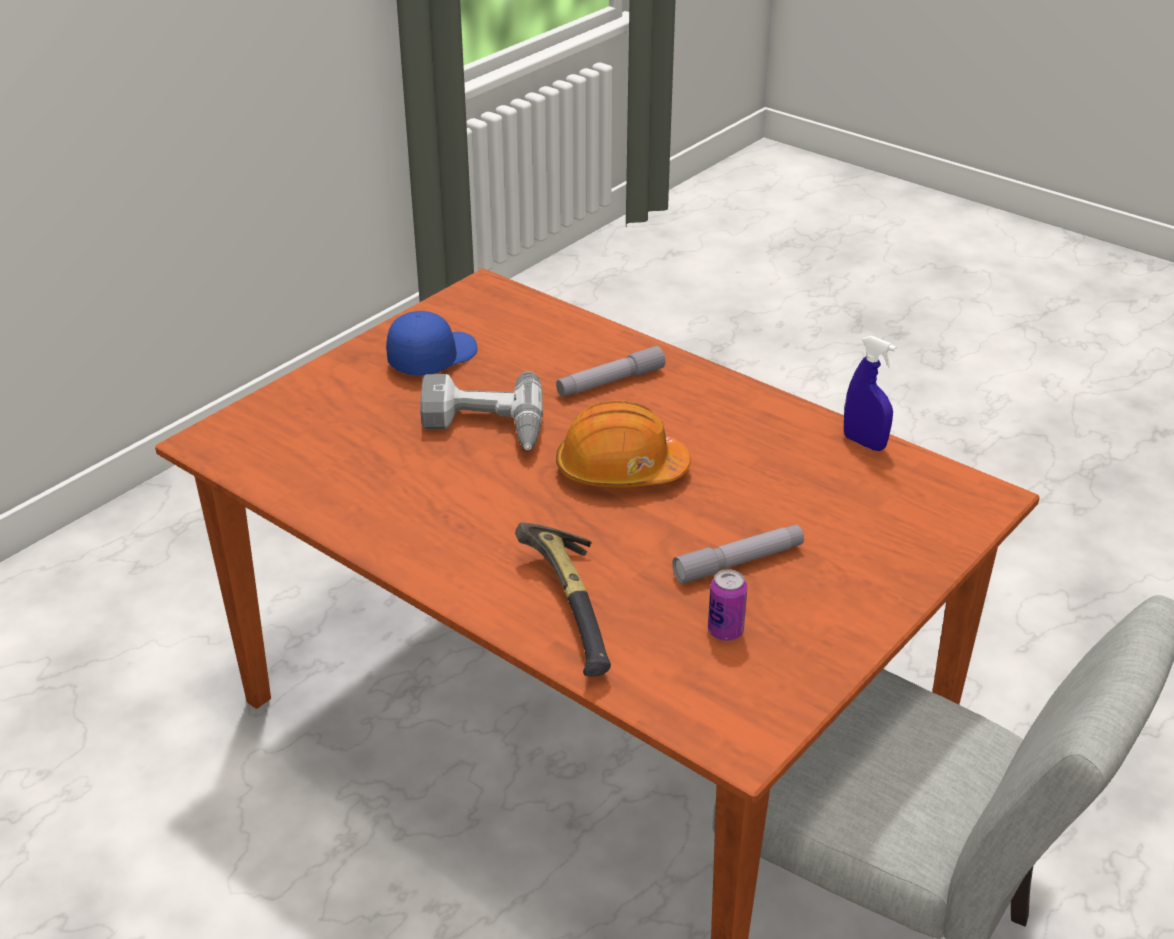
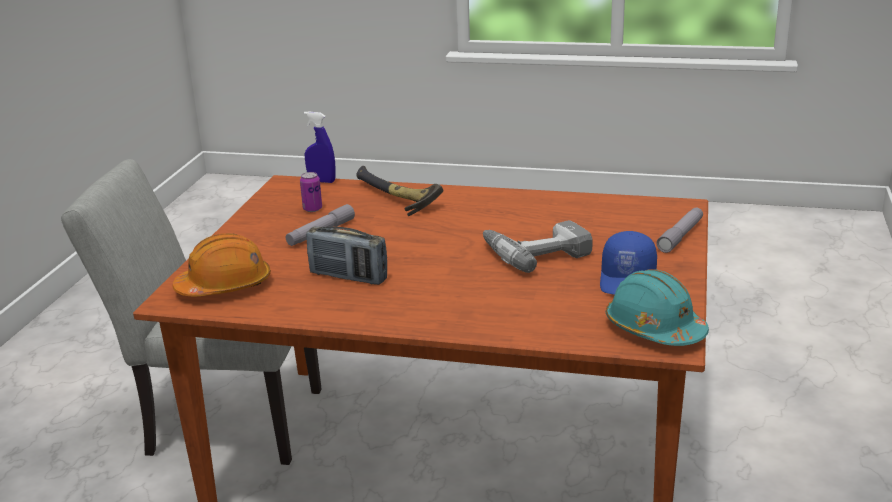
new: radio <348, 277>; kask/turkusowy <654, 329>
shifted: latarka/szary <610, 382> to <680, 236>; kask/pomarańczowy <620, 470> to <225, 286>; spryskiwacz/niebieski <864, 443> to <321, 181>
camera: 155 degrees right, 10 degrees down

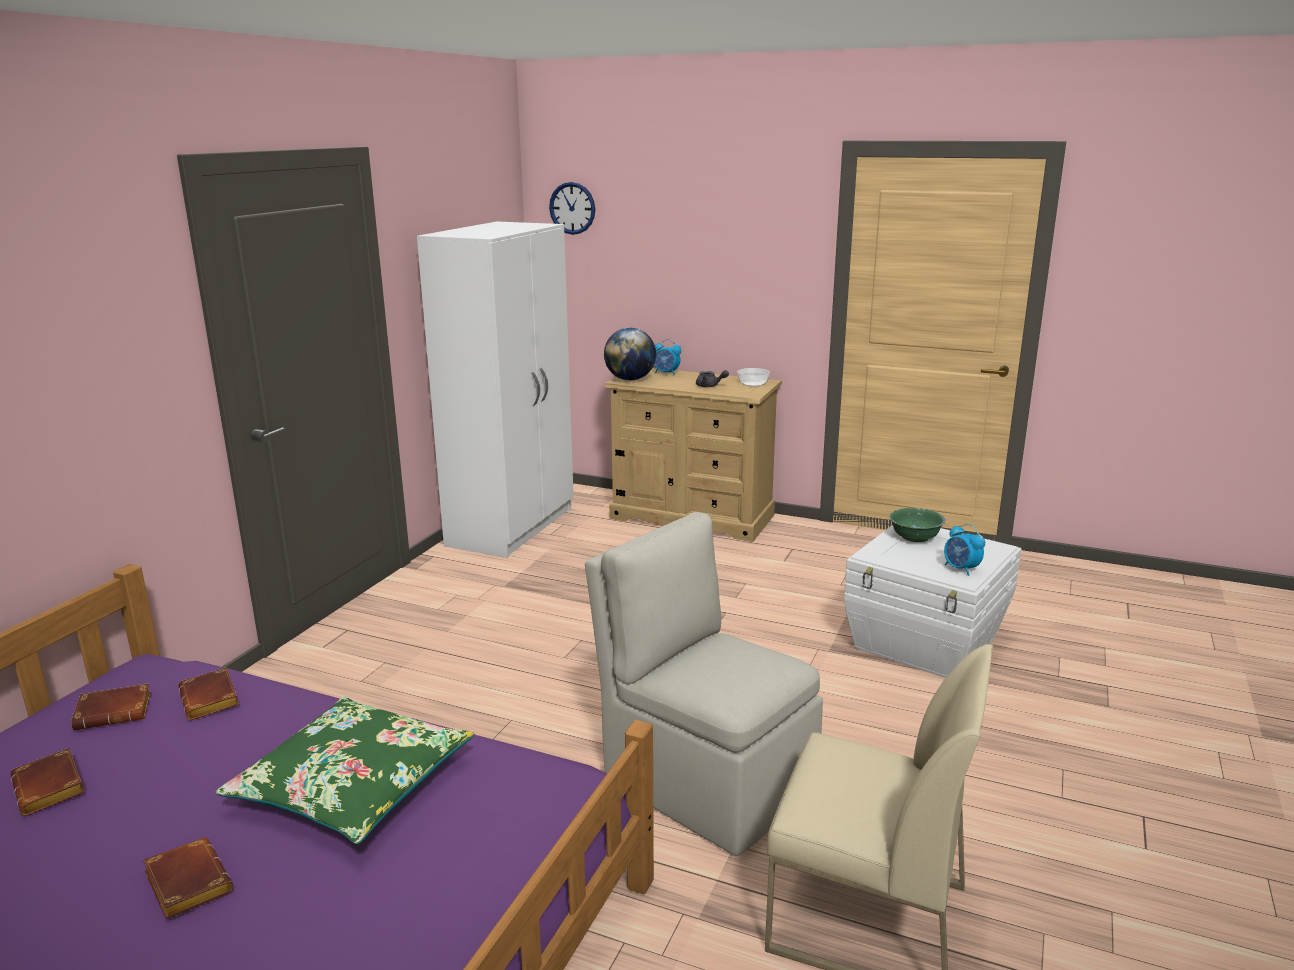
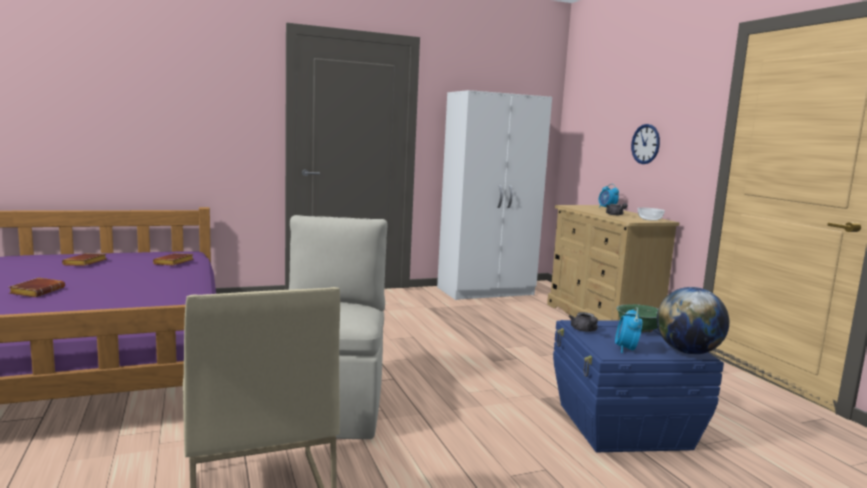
gone: książka/brązowy <116, 712>; poduszka/zielony <353, 785>
new: imbryk/szary <584, 330>
shifted: zegar ścienny <572, 208> to <645, 144>; globus <630, 379> to <688, 352>
repainted: pojemnik do przechowywania/biały <926, 643> to pojemnik do przechowywania/niebieski <622, 426>
camera: 45 degrees right, 10 degrees down

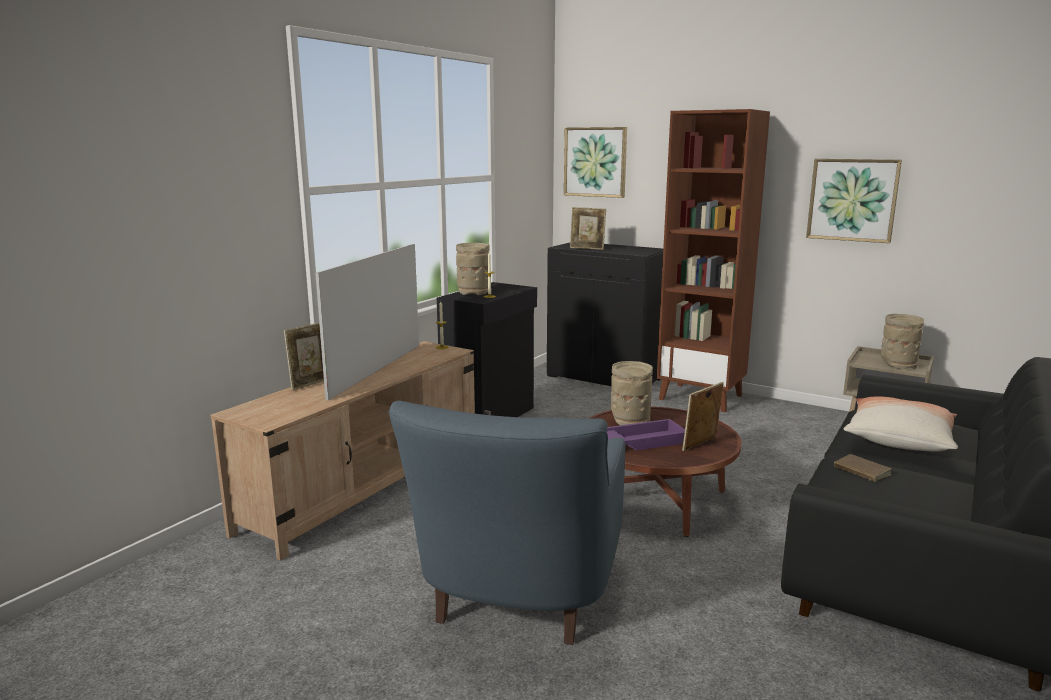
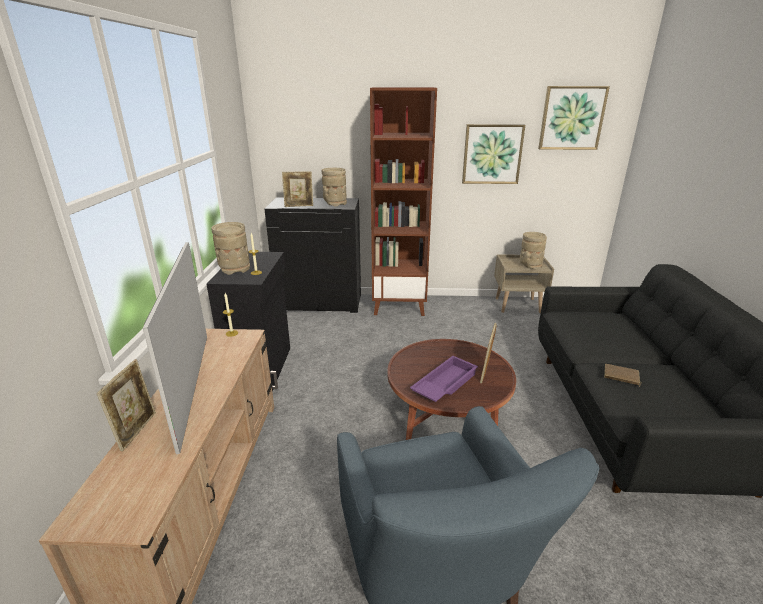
gone: poduszka <899, 439>
shifted: obraz <595, 162> to <571, 118>; wazon/beżowy <630, 420> to <335, 203>
camera: 30 degrees left, 10 degrees up

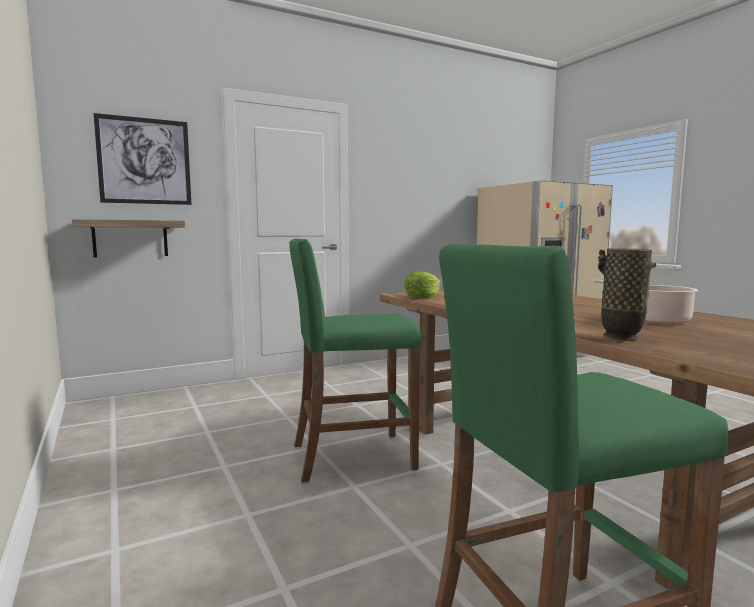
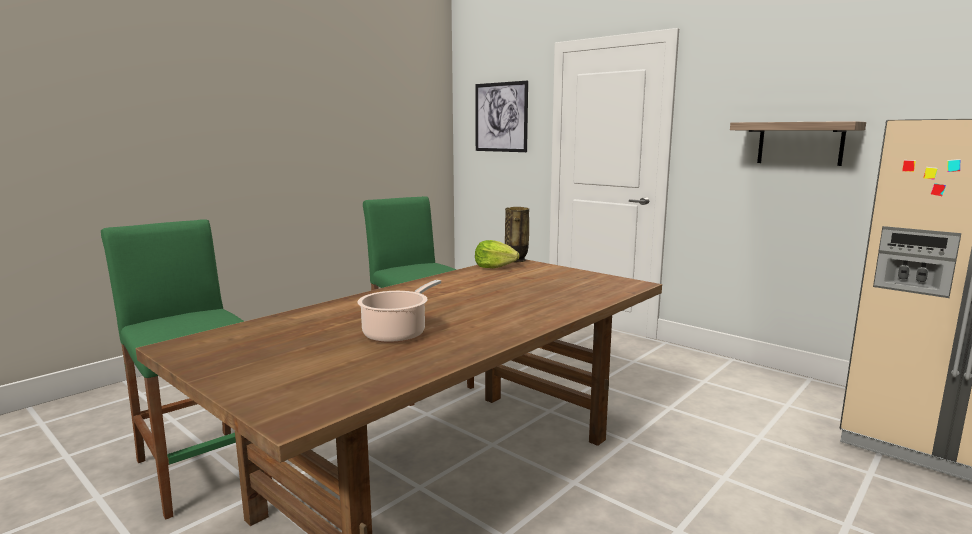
shifted: półka <130, 238> to <800, 143>; wazon <620, 338> to <516, 260>
camera: 70 degrees right, 5 degrees up

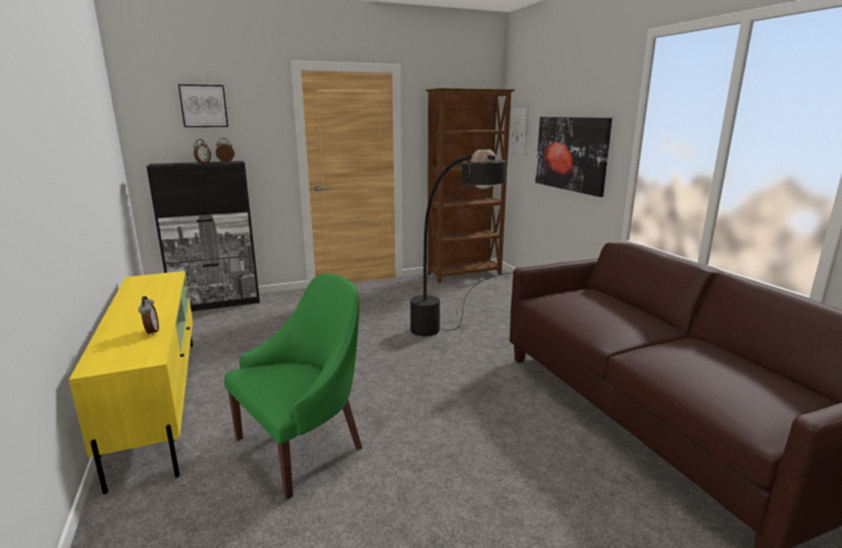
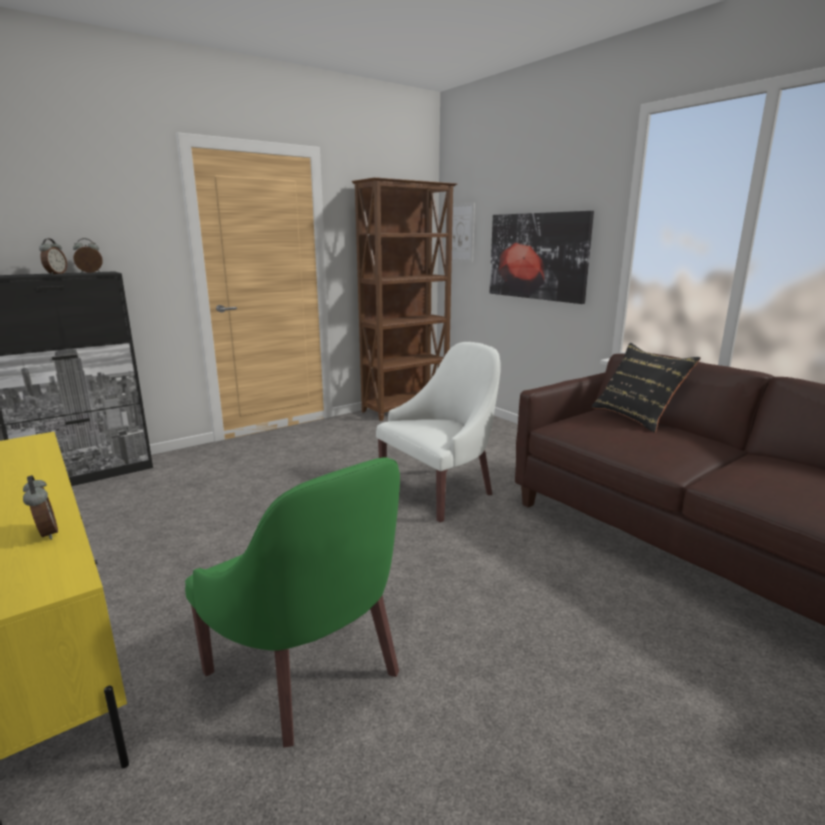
gone: obraz <204, 106>
new: poduszka/czarny <637, 417>
swapped: lampa stojąca/czarny <455, 342> to fotel/biały <440, 490>
rotated: fotel/zielony <303, 445> = <311, 669> 105 degrees clockwise
camera: 15 degrees left, 0 degrees up

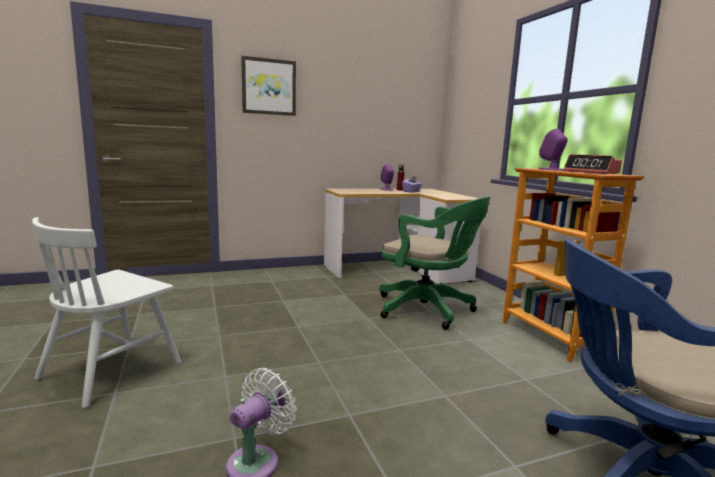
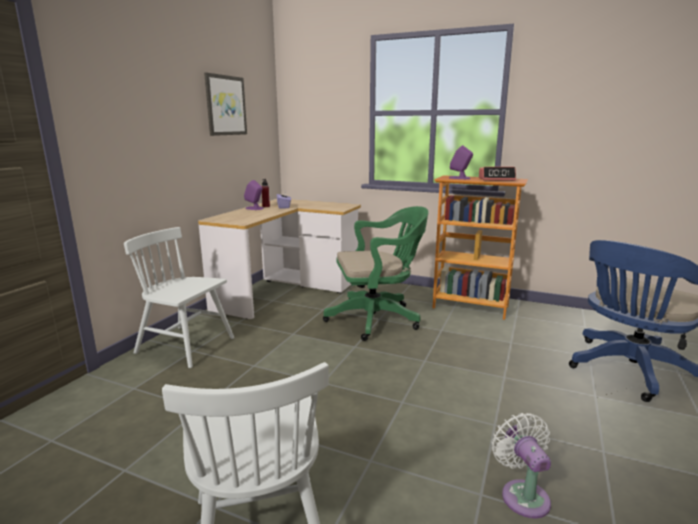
new: krzesło/biały <185, 345>
shifted: obraz <269, 87> to <225, 105>
camera: 45 degrees left, 5 degrees up

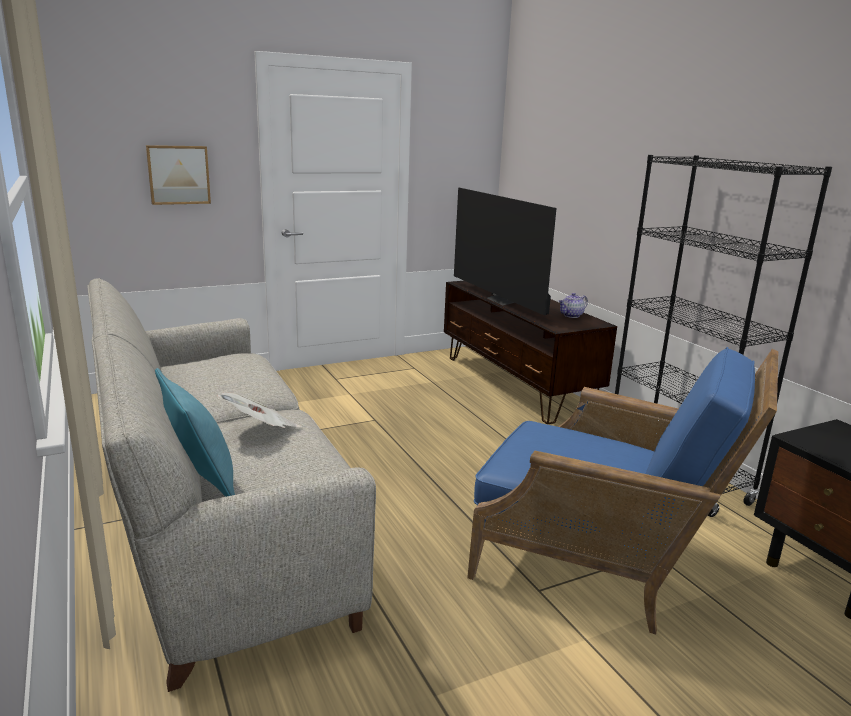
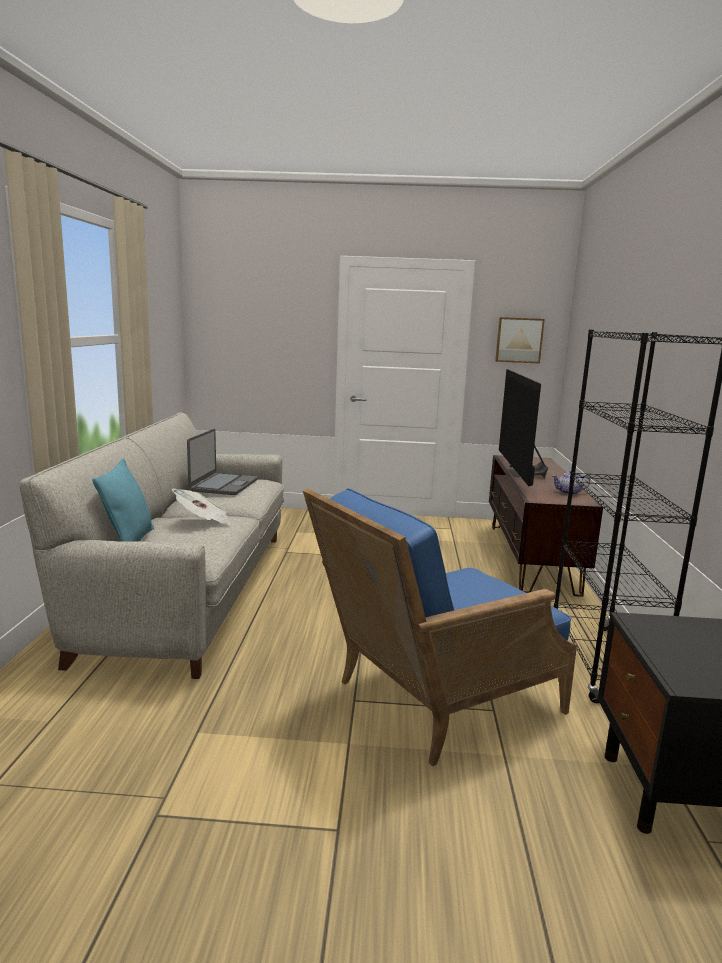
new: laptop <223, 485>
shifted: obraz <178, 174> to <519, 340>
rotated: fotel/niebieski <601, 563> = <433, 700> 90 degrees clockwise
camera: 30 degrees right, 5 degrees down

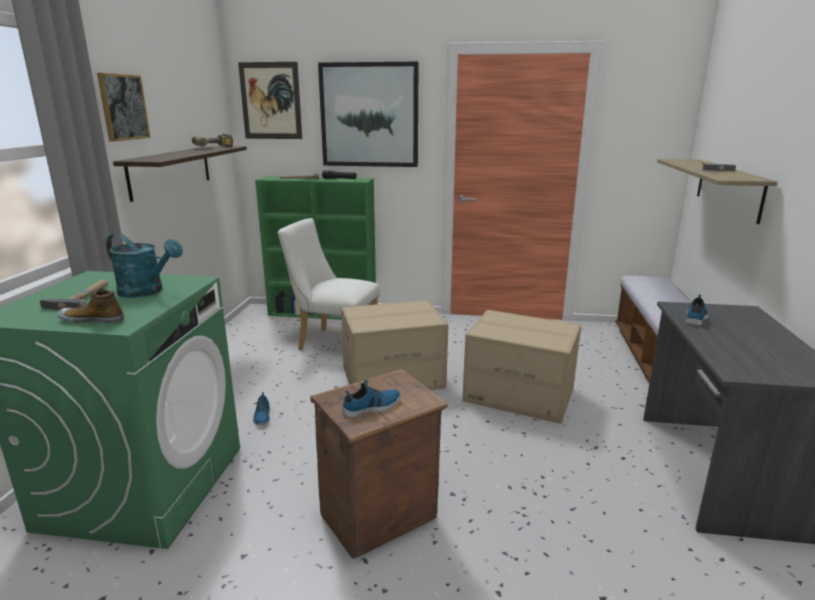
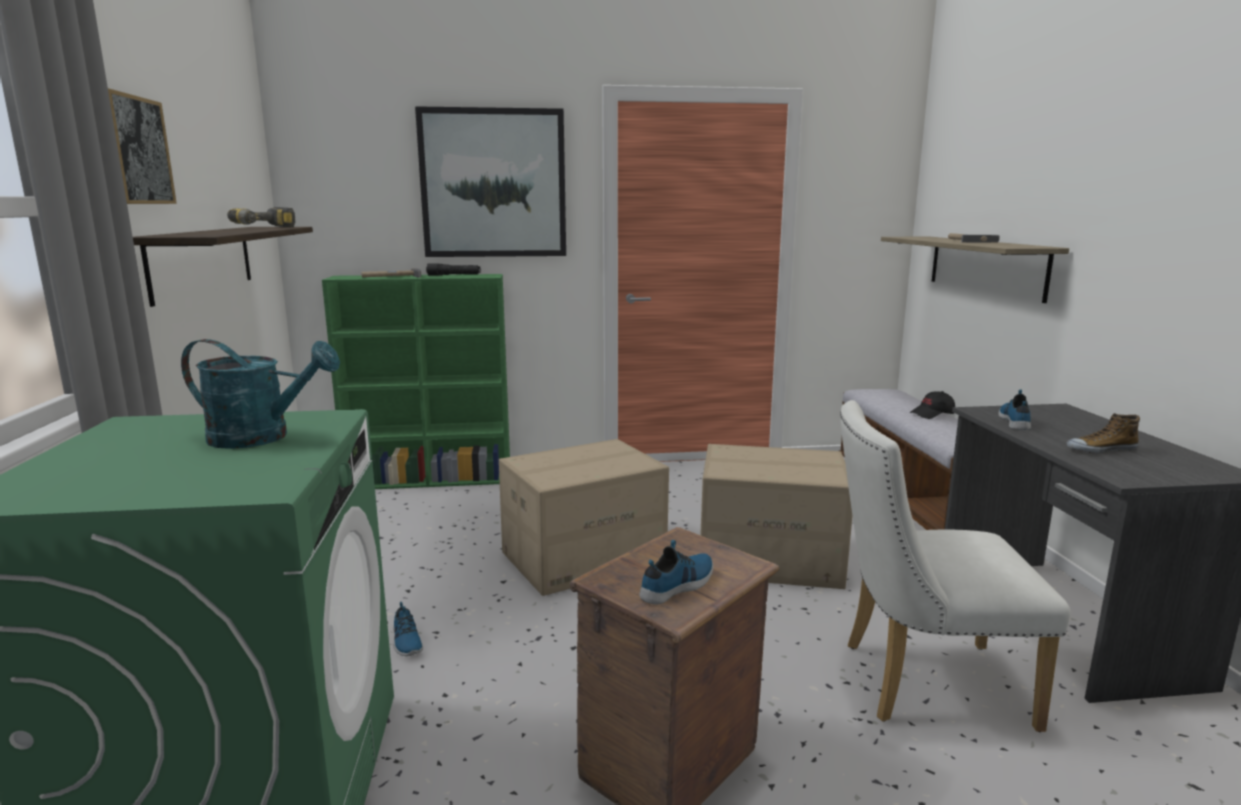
gone: młotek <82, 297>; obraz <271, 101>
new: czapka z daszkiem/czarny <932, 414>
shifted: but <92, 320> to <1100, 449>; krzesło/biały <333, 342> to <920, 683>
camera: 15 degrees left, 5 degrees down

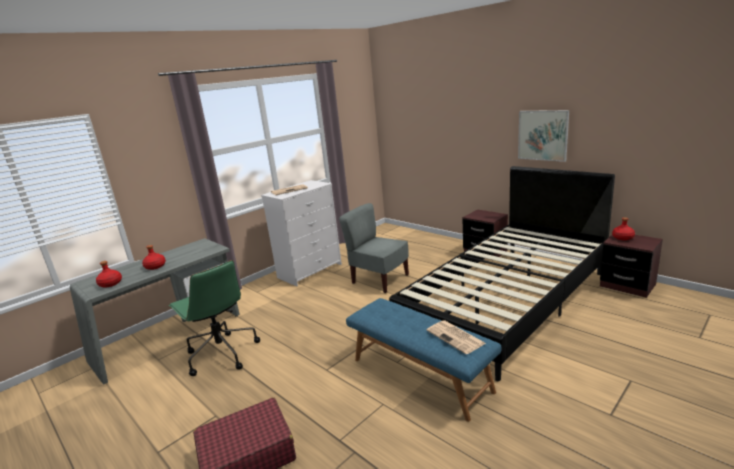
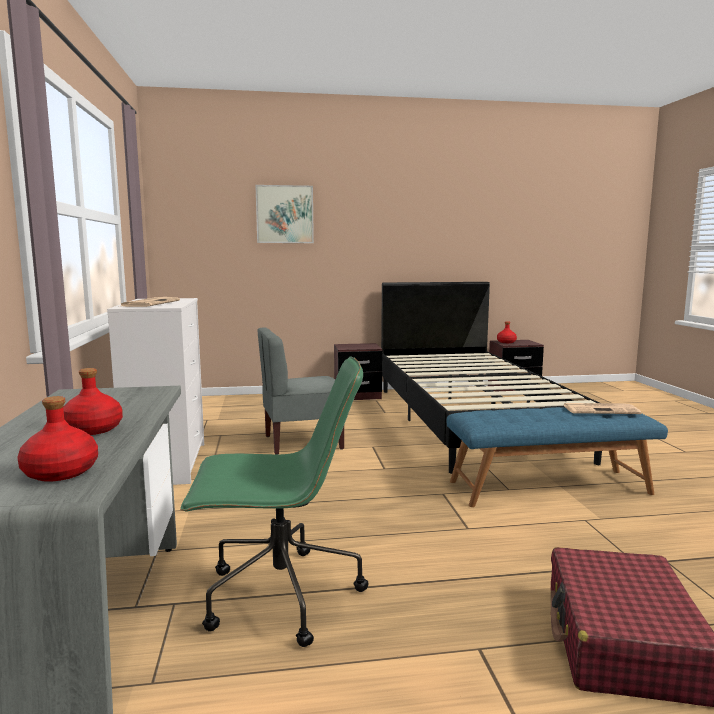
shifted: obraz <542, 135> to <284, 214>
camera: 55 degrees left, 10 degrees down

